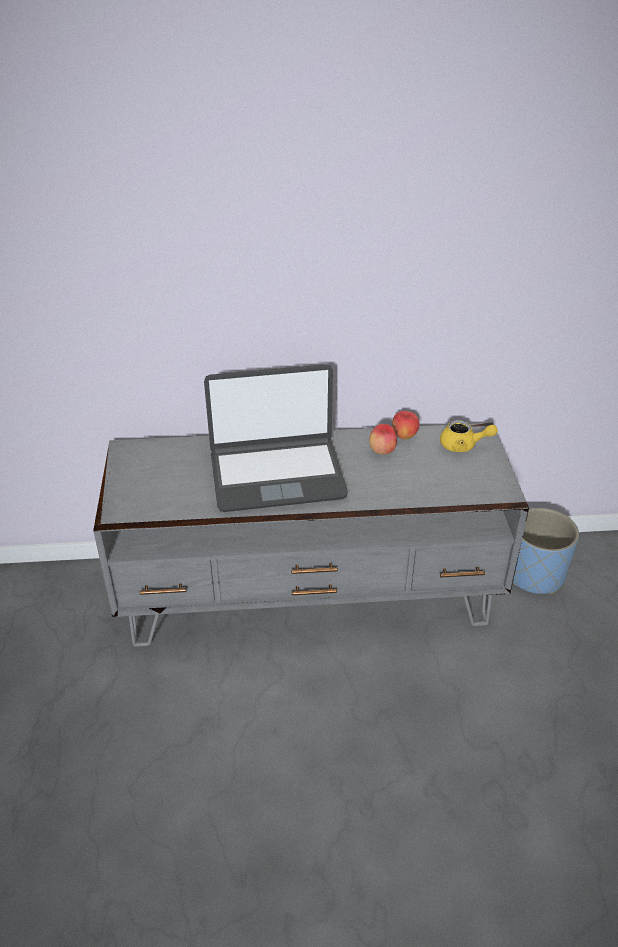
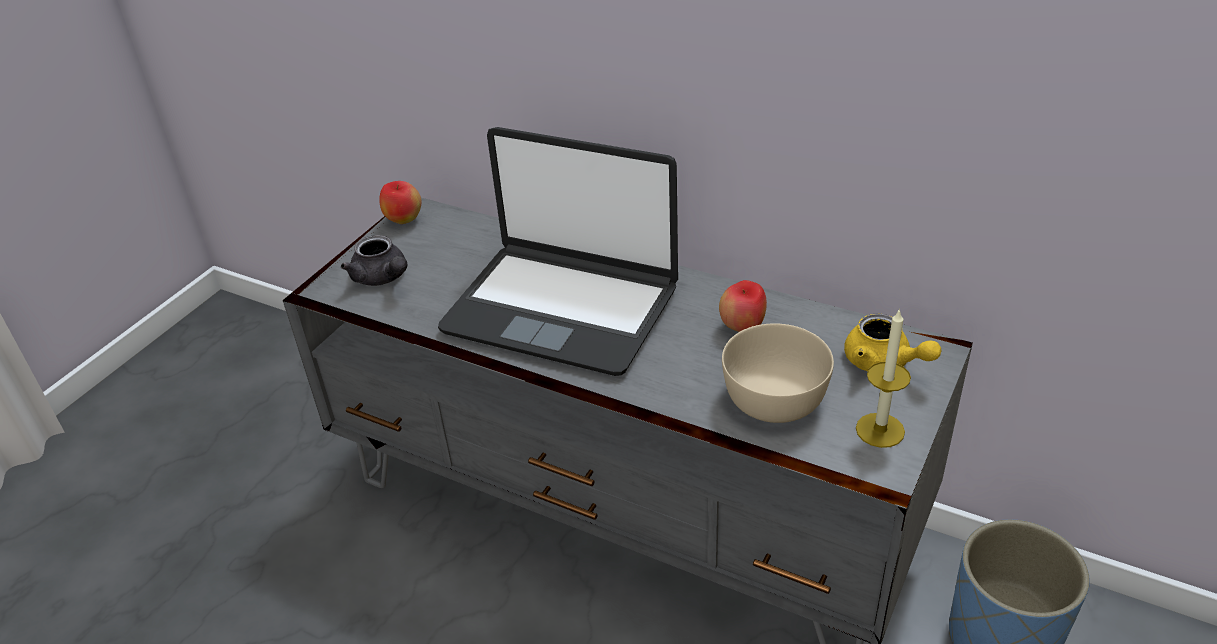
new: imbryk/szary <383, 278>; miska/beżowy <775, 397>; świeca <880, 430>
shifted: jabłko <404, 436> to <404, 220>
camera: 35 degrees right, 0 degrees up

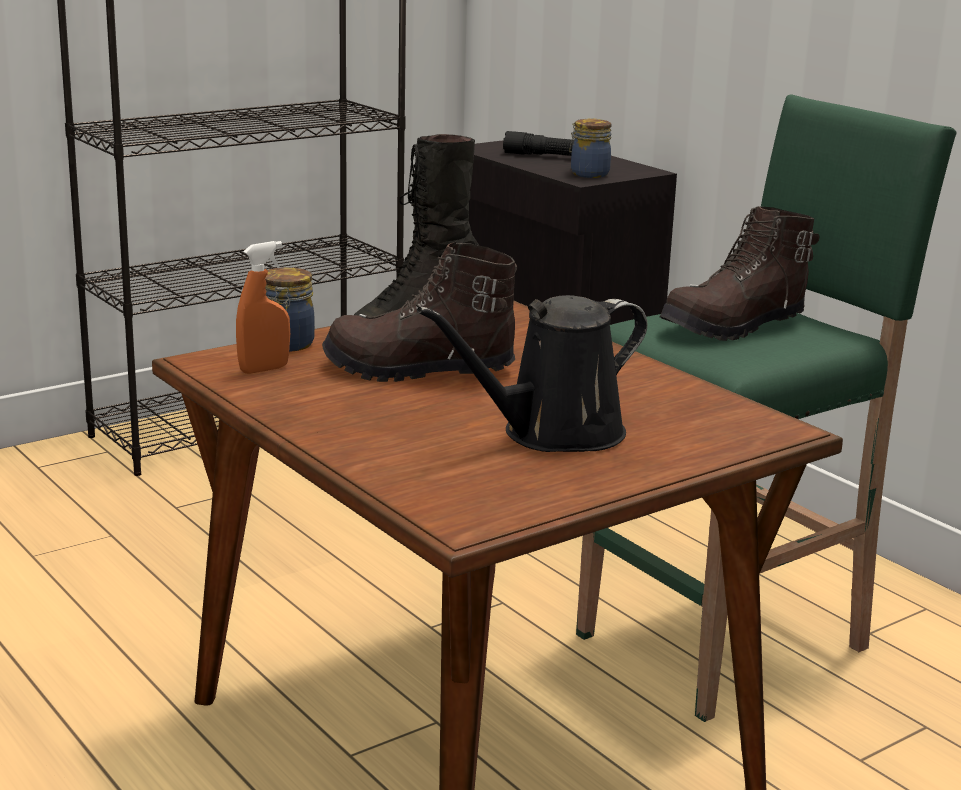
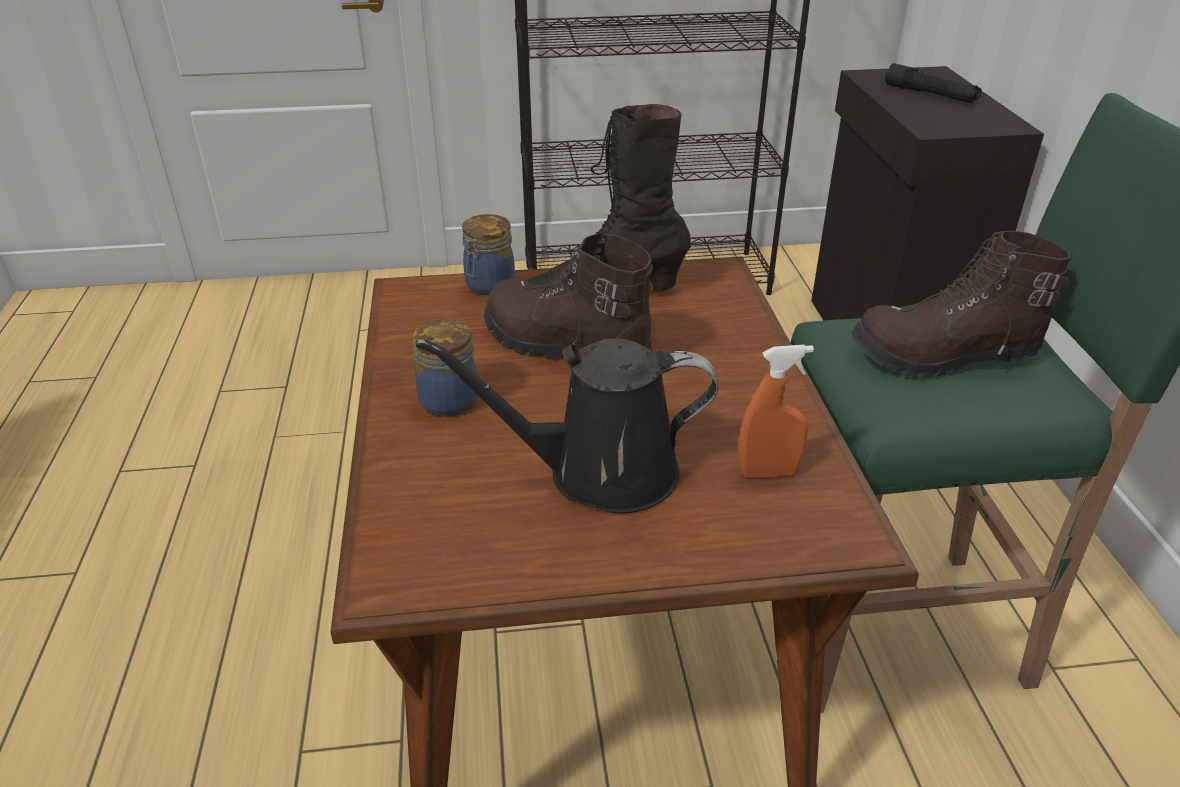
shifted: spryskiwacz/pomarańczowy <264, 369> to <768, 472>; słoik <588, 174> to <448, 399>
camera: 30 degrees right, 15 degrees up

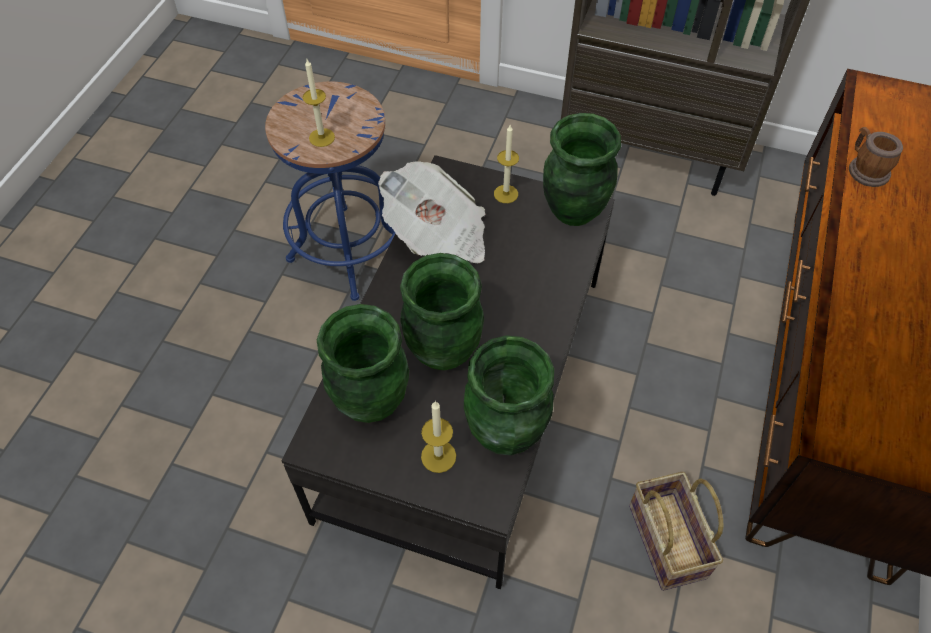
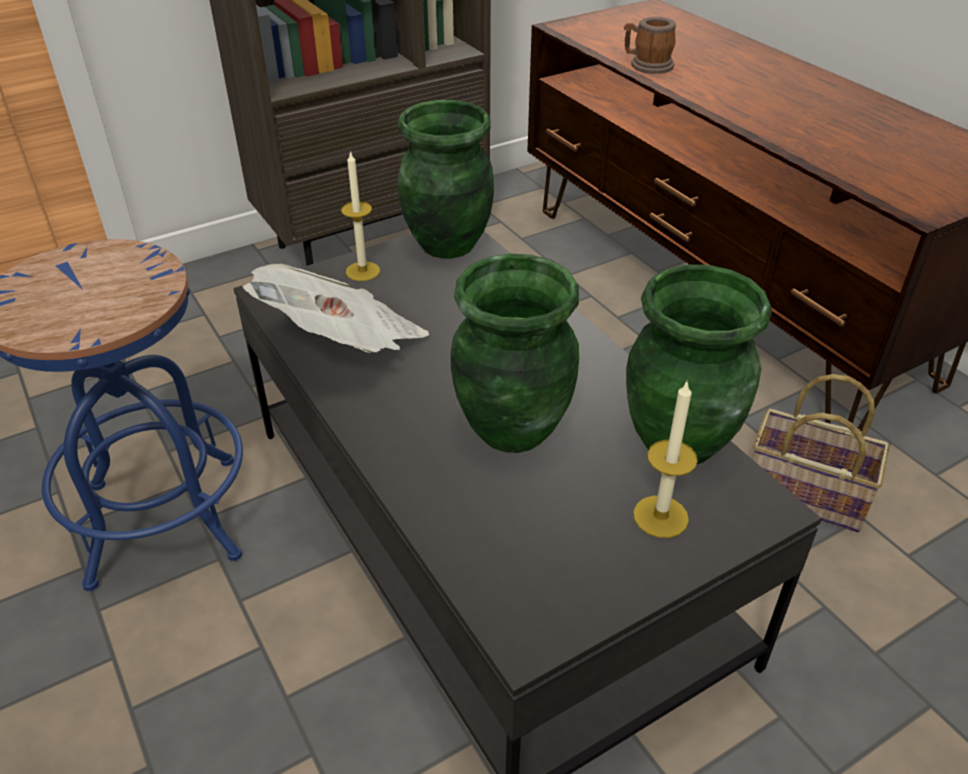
gone: świeca <322, 137>; wazon/zielony <370, 400>
camera: 50 degrees left, 15 degrees down

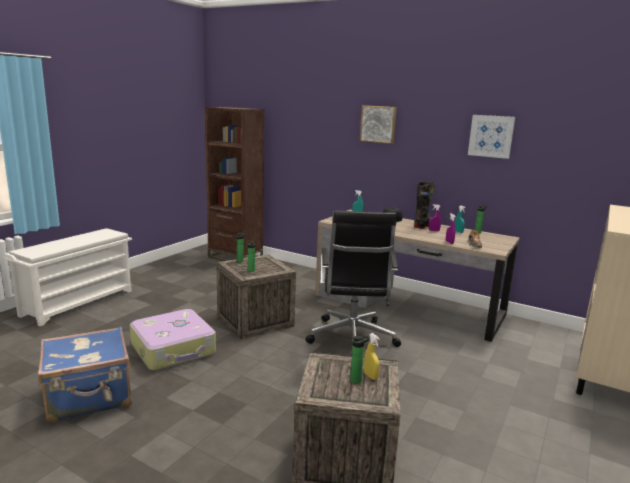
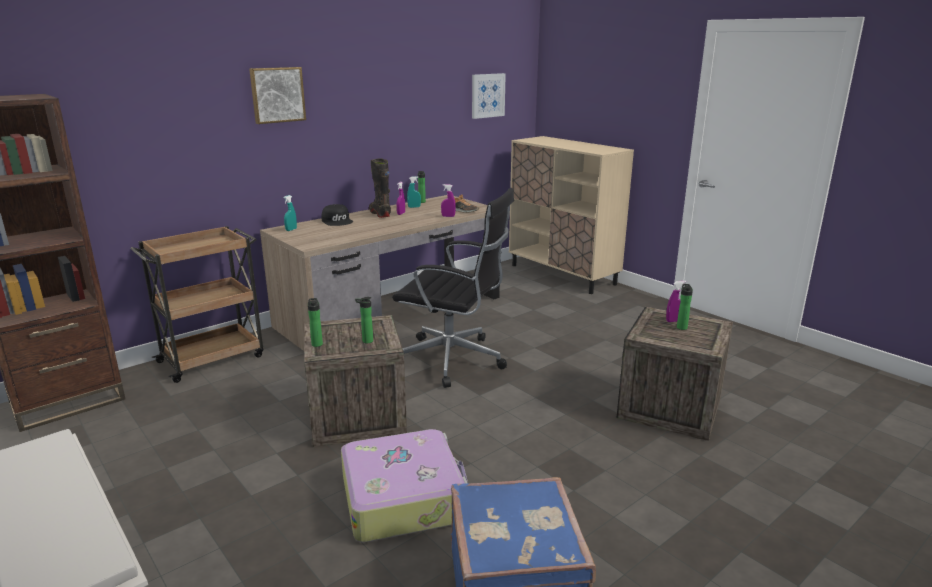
new: wózek/brązowy <213, 358>
shifted: obraz <491, 136> to <487, 95>
repainted: spryskiwacz/żółty <370, 376> to spryskiwacz/fioletowy <674, 321>
camera: 70 degrees left, 5 degrees up

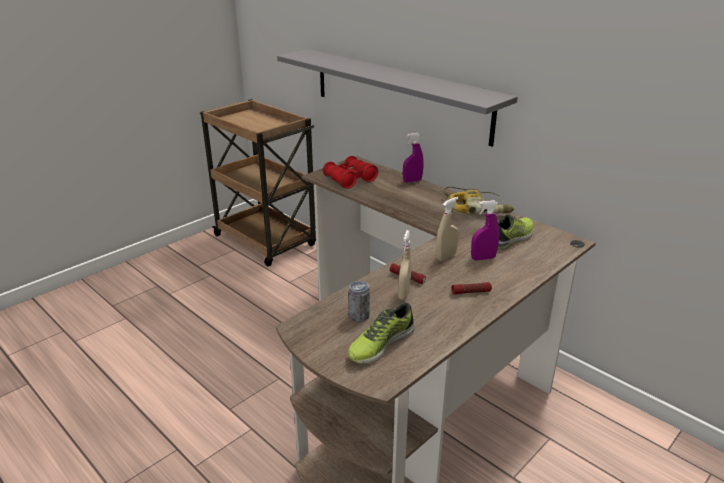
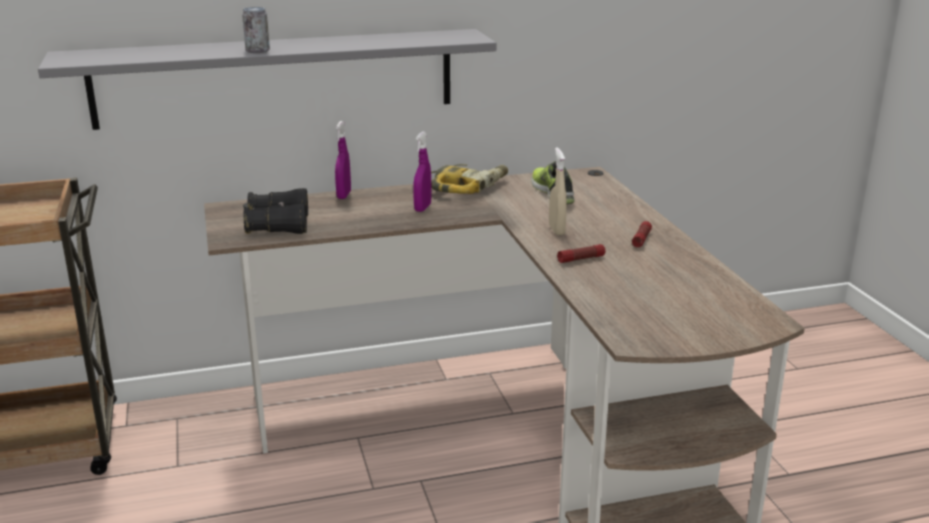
gone: but <380, 344>; spryskiwacz/beżowy <404, 294>
shifted: puszka <359, 316> to <257, 51>; spryskiwacz/fioletowy <483, 258> to <422, 208>
repainted: lornetka/czerwony <350, 179> to lornetka/czarny <278, 225>
camera: 60 degrees left, 5 degrees down

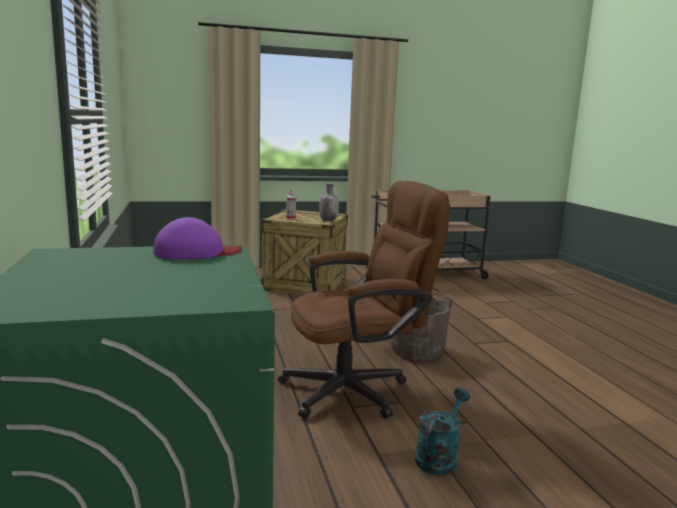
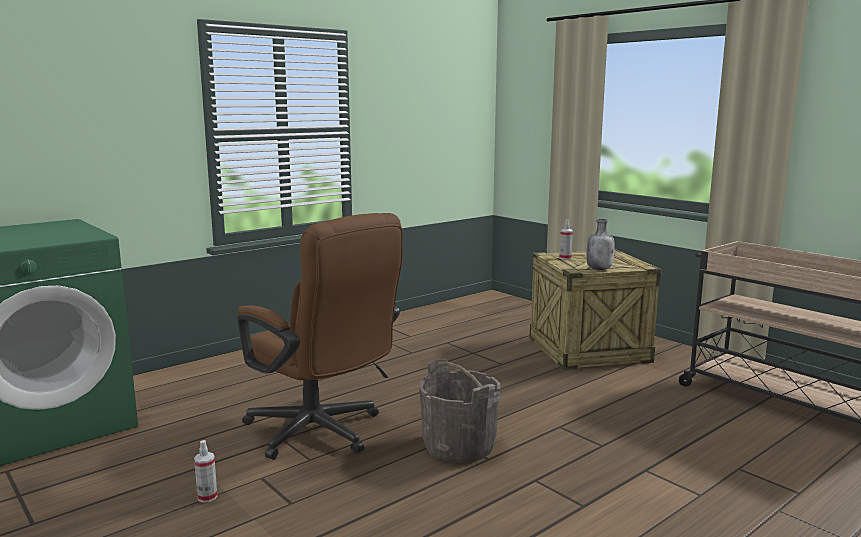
gone: czapka z daszkiem/fioletowy <196, 252>
swapped: konewka/turkusowy <439, 456> to spryskiwacz <207, 497>
camera: 65 degrees right, 0 degrees up

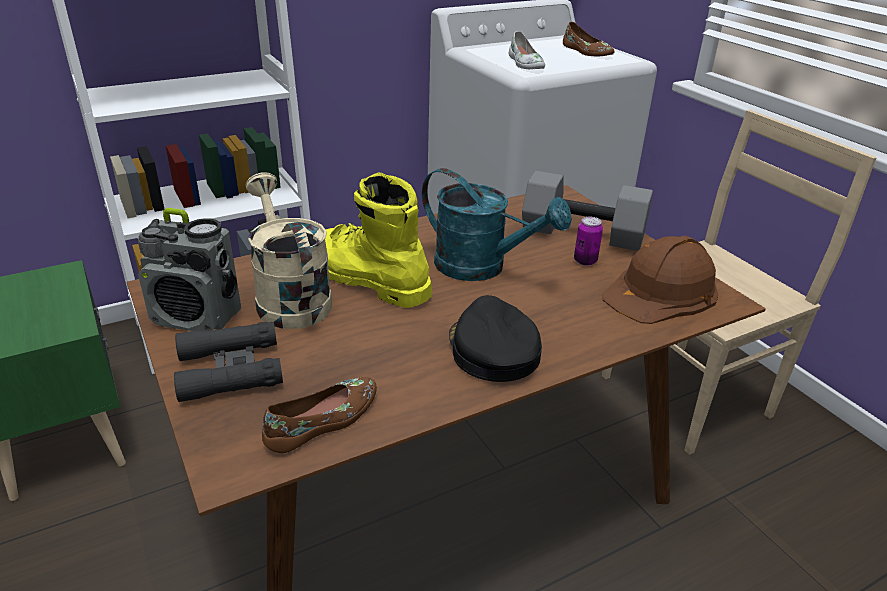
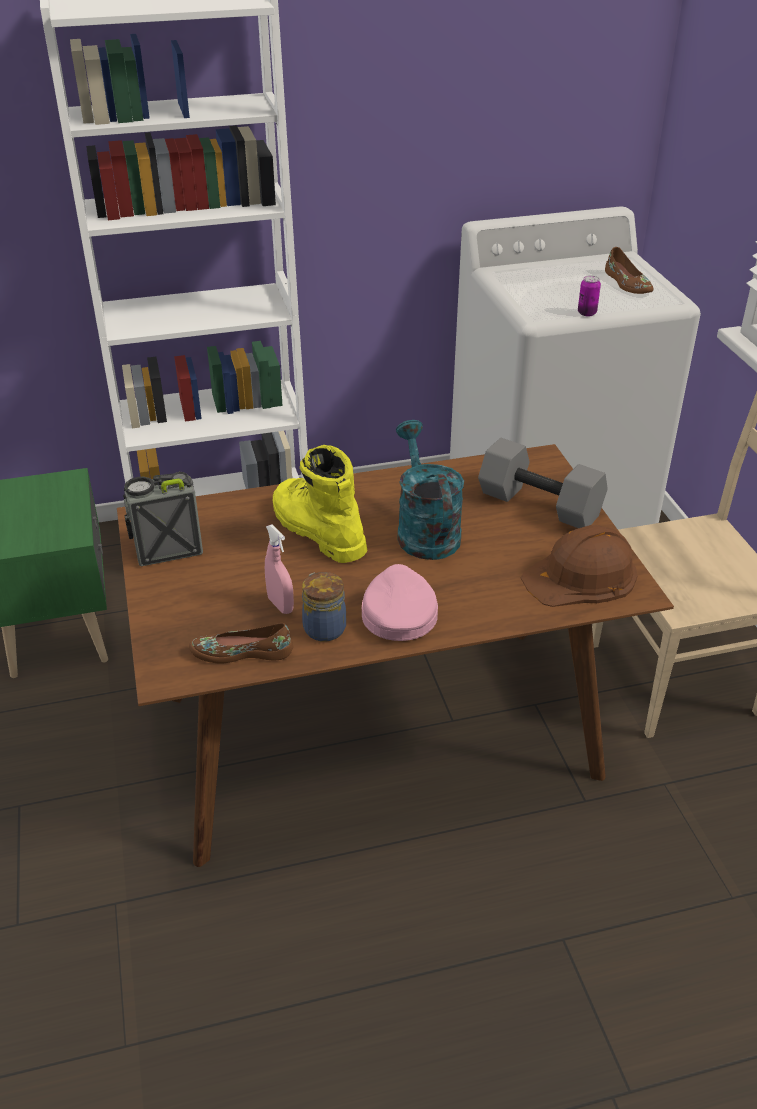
gone: lornetka/czarny <230, 370>; konewka/beżowy <289, 298>; but/biały <525, 64>
new: spryskiwacz/różowy <280, 605>; słoik <323, 627>
shifted: puszka <585, 261> to <587, 313>
repainted: czapka z daszkiem/czarny <492, 350> to czapka z daszkiem/różowy <398, 611>
rotated: radio <197, 317> = <167, 549> 135 degrees clockwise; but/brązowy <324, 421> = <242, 652> 150 degrees counterclockwise; konewka/turkusowy <482, 267> = <424, 530> 150 degrees counterclockwise
camera: 15 degrees right, 5 degrees up

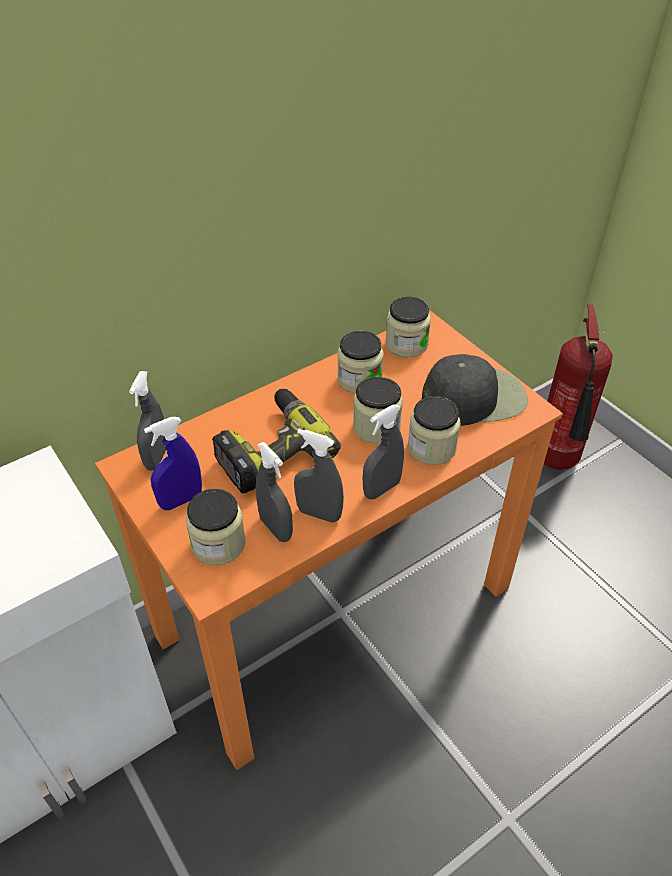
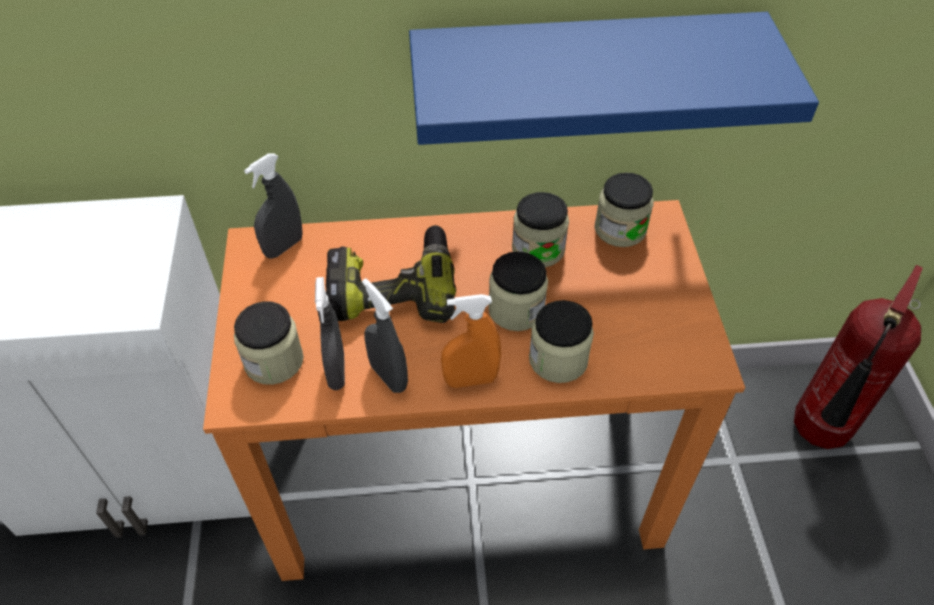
gone: spryskiwacz/niebieski <181, 500>; czapka z daszkiem/czarny <474, 397>
new: półka/niebieski <583, 75>
repainted: spryskiwacz/szary <381, 489> to spryskiwacz/pomarańczowy <470, 380>
camera: 30 degrees right, 5 degrees up

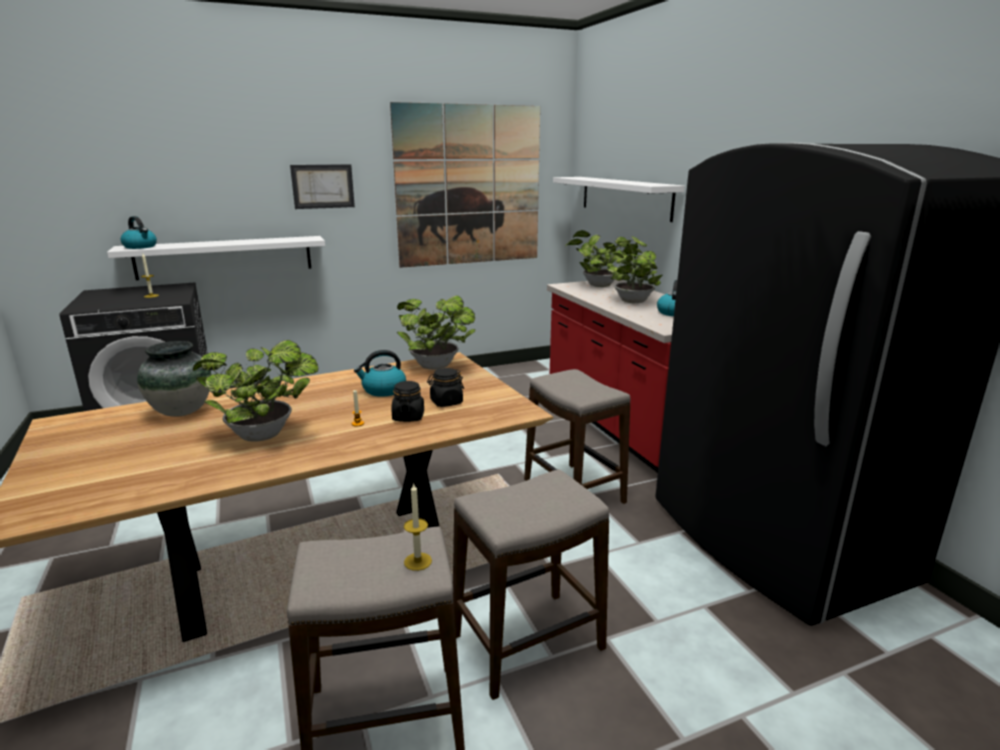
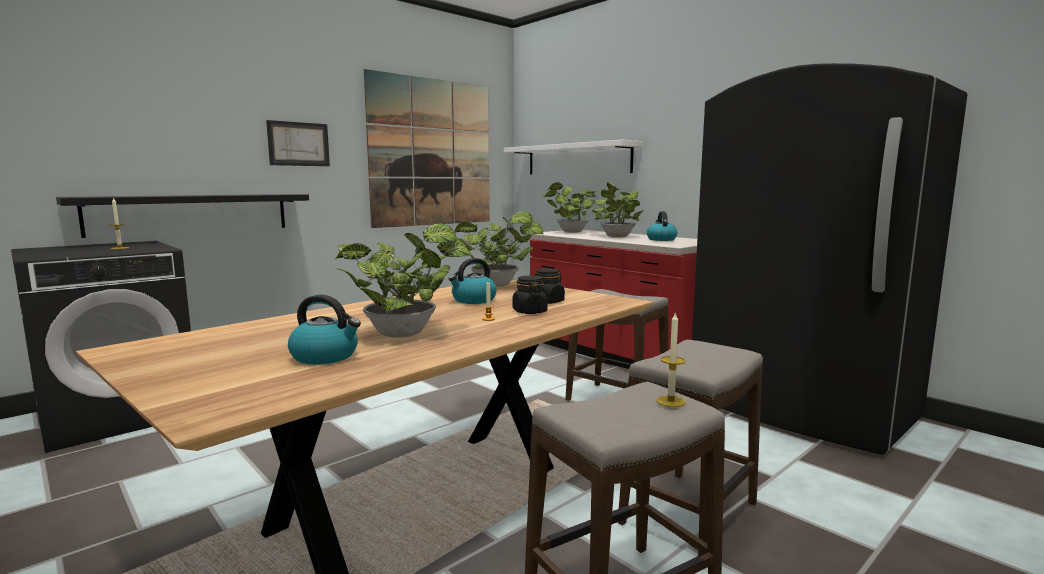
gone: wazon <182, 411>
shifted: czajnik <140, 247> to <326, 356>
repainted: półka/biały <225, 257> to półka/czarny <191, 213>
camera: 20 degrees left, 10 degrees down

